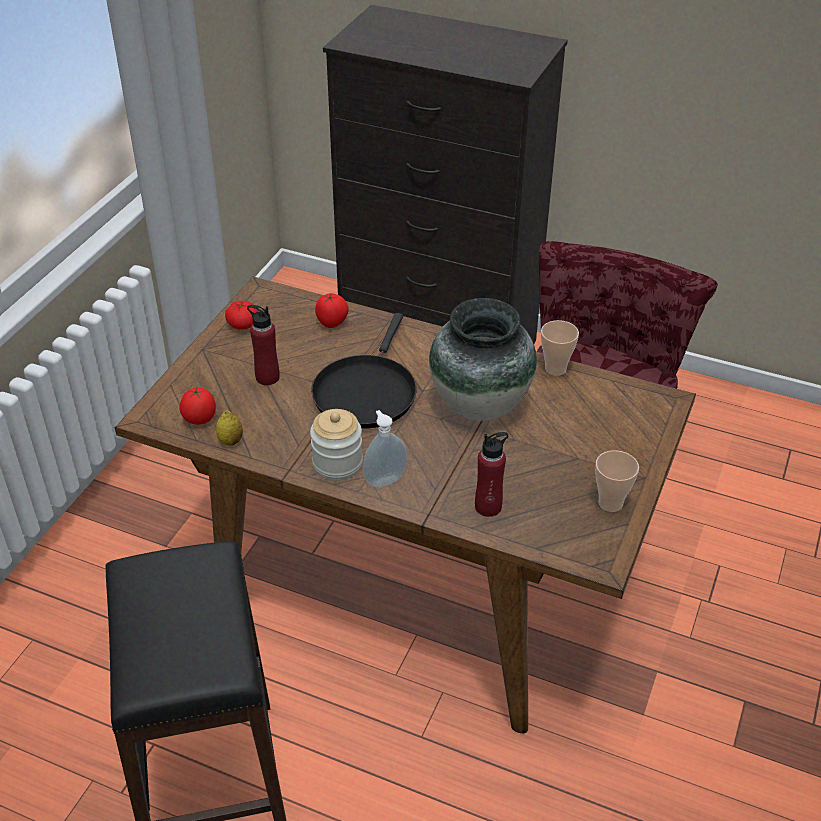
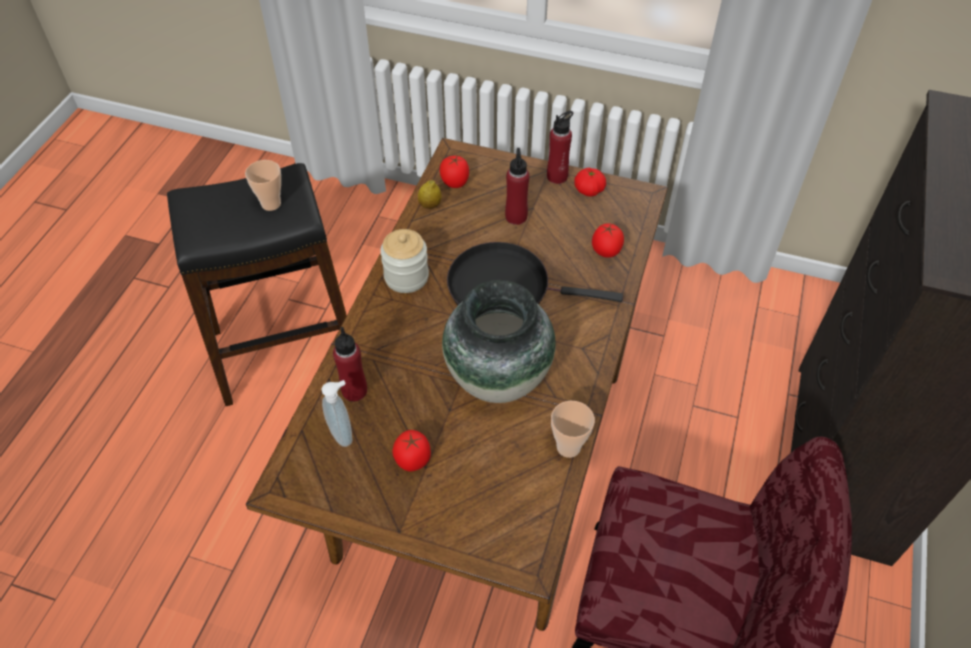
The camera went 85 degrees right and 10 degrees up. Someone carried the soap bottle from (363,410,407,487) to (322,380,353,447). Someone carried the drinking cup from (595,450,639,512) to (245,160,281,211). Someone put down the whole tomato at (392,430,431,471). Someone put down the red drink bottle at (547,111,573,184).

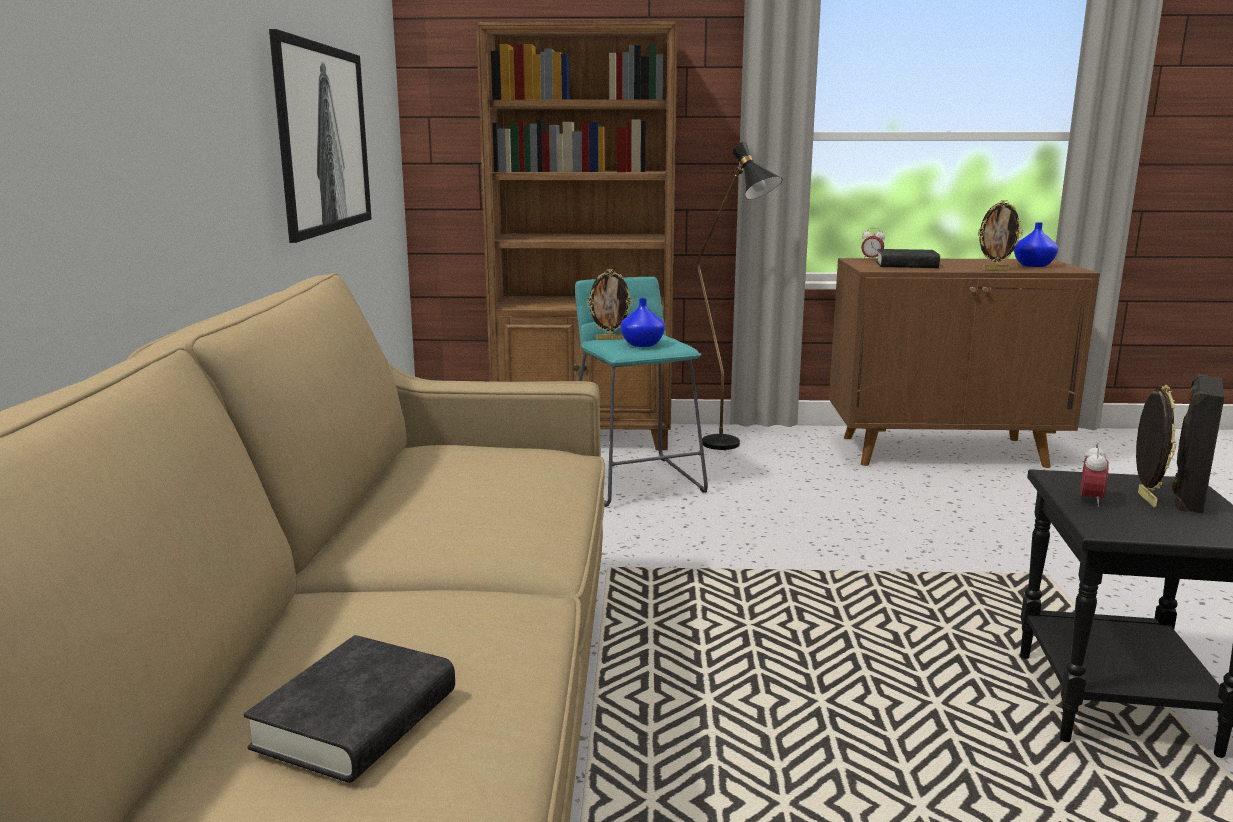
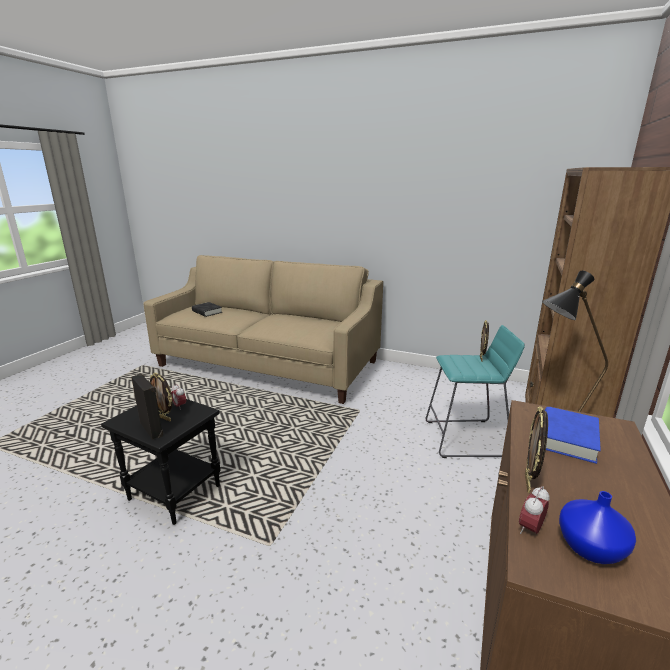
The camera went 110 degrees right and 5 degrees up. Someone took away the picture at (269,29,372,243). Someone took away the blue vase at (620,298,665,347). Someone carried the bedside clock from (861,228,885,260) to (519,487,550,534). Someone repainted the blackish book at (876,249,940,268), which became the blue book at (545,407,601,464).

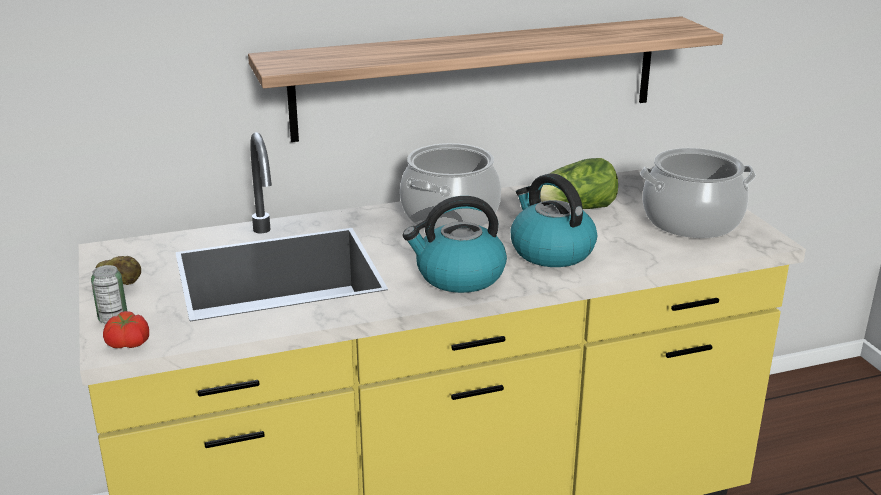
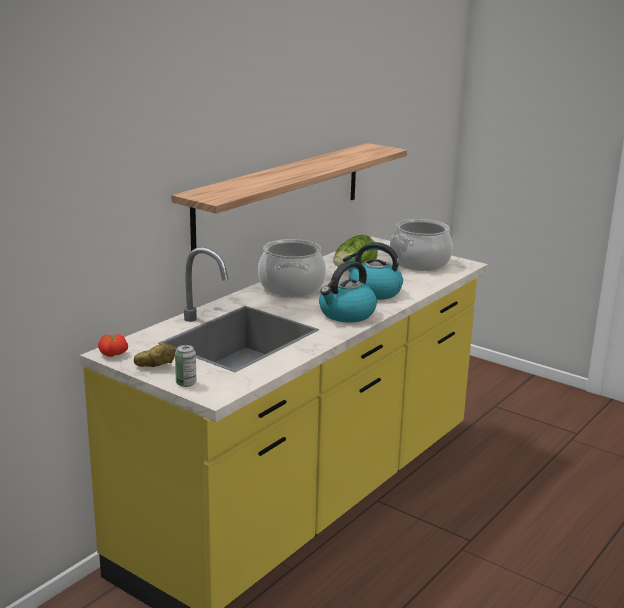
The camera went 35 degrees left and 5 degrees down. Someone carried the whole tomato from (103,311,149,348) to (98,334,128,357).

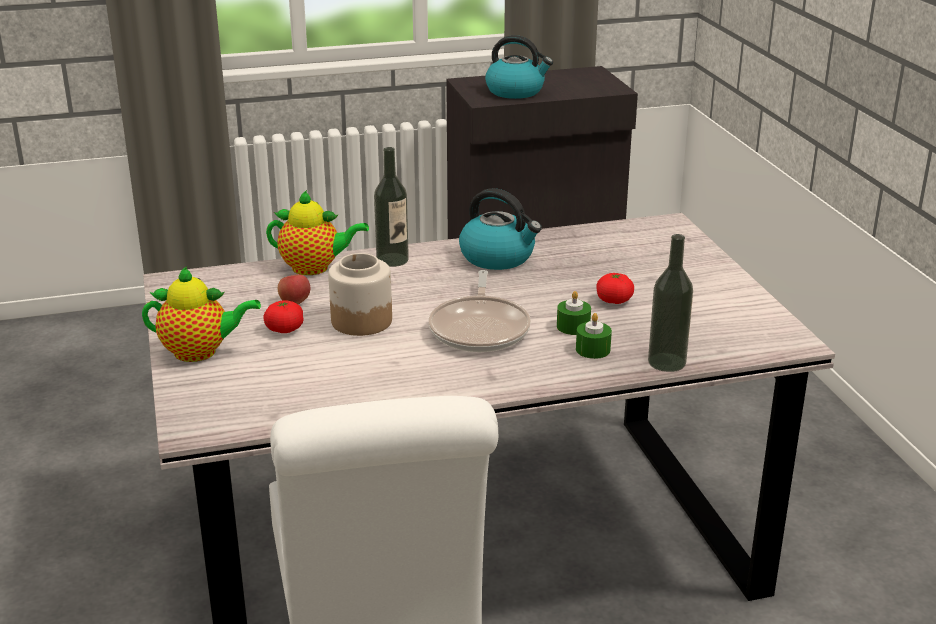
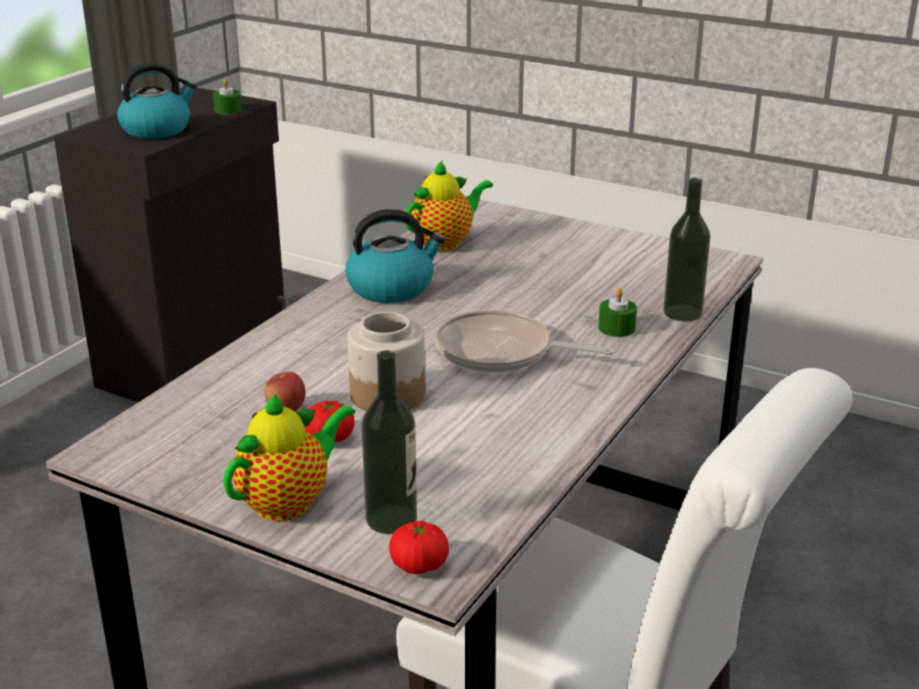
The camera went 45 degrees left and 0 degrees up. Someone carried the tea pot from (266,190,369,275) to (406,160,493,251). Someone carried the drink bottle from (374,147,409,267) to (362,350,417,534). Someone rotated the pan at (429,270,531,352) by 150 degrees clockwise. Someone carried the green wax candle from (557,291,591,335) to (213,79,241,114). Someone carried the whole tomato from (596,273,634,304) to (389,521,449,574).

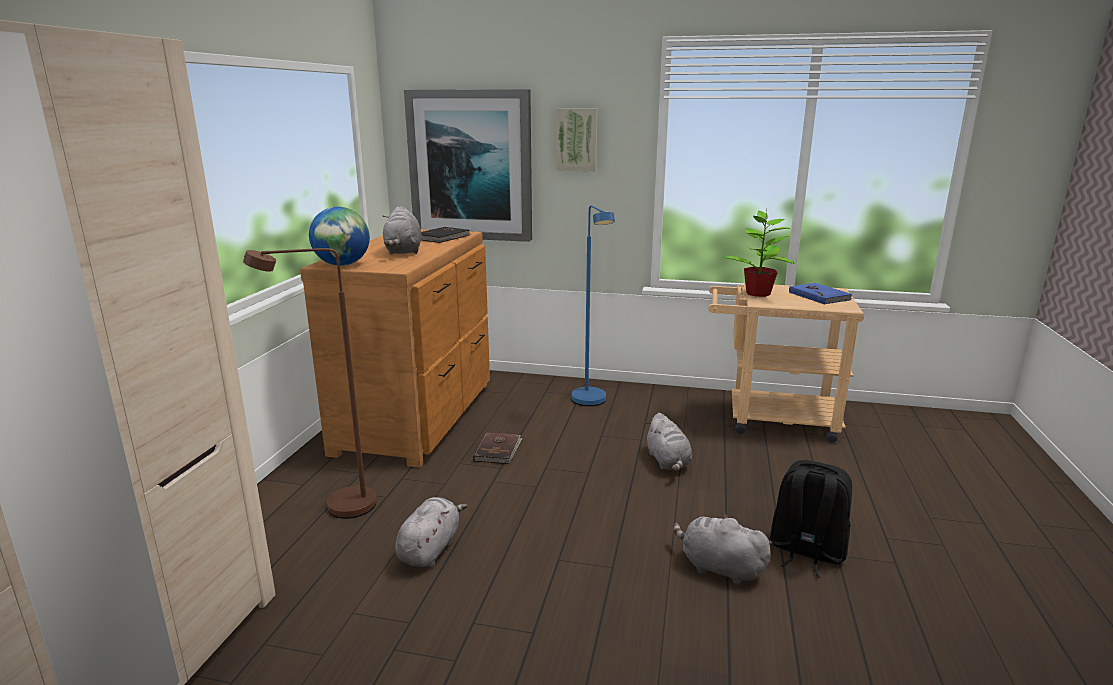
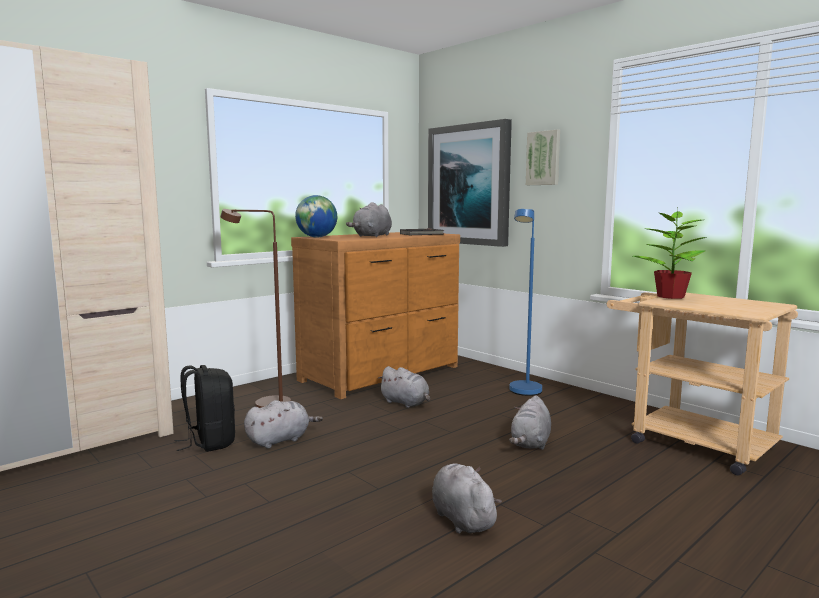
The camera went 35 degrees right and 10 degrees down. Someone swapped the brown book at (473,432,523,464) for the gray plush toy at (378,366,430,408). Someone carried the blackish rucksack from (770,460,852,578) to (175,365,235,452). Someone took away the blue book at (789,283,852,305).

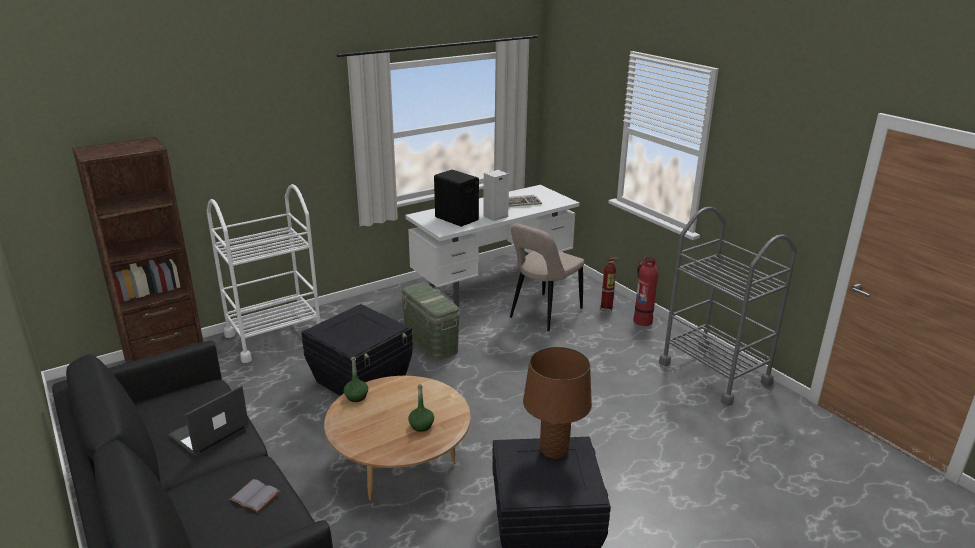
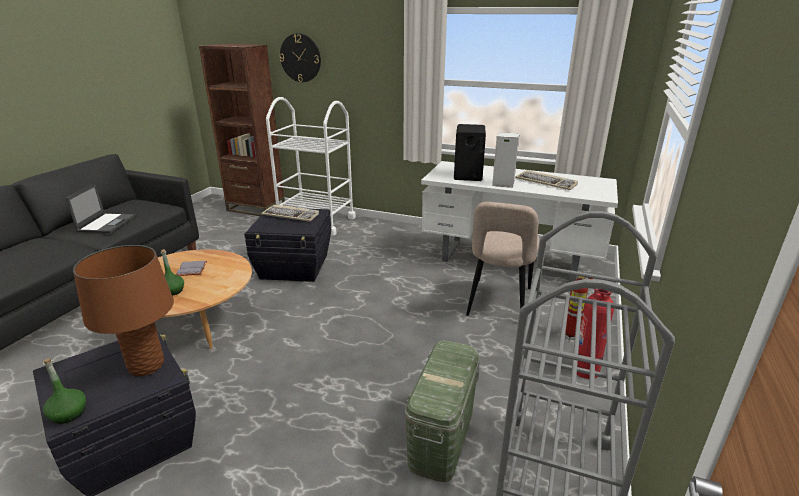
The camera went 55 degrees right and 0 degrees up. Someone rotated the notebook computer at (168,385,249,457) by 90 degrees clockwise. Someone carried the gray book from (229,479,280,513) to (176,261,207,276). Someone carried the green drink bottle from (344,357,368,402) to (43,358,86,424). Someone carried the green storage container from (401,283,460,360) to (405,340,480,482). Someone rotated the beige-coloured upright chair at (510,223,584,331) by 75 degrees counterclockwise. Someone put down the keyboard at (261,205,319,222). Someone put up the hanging clock at (279,33,321,82).

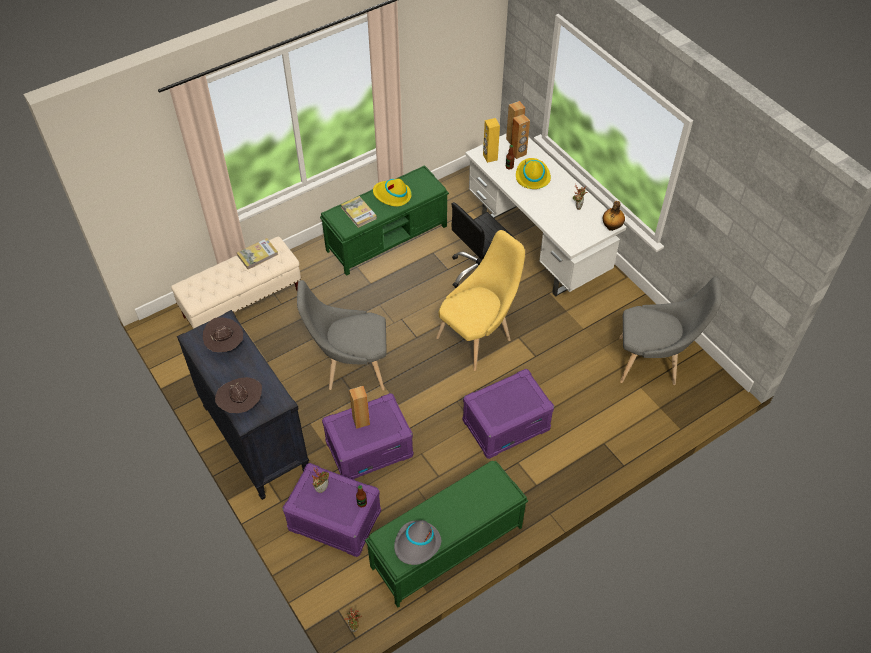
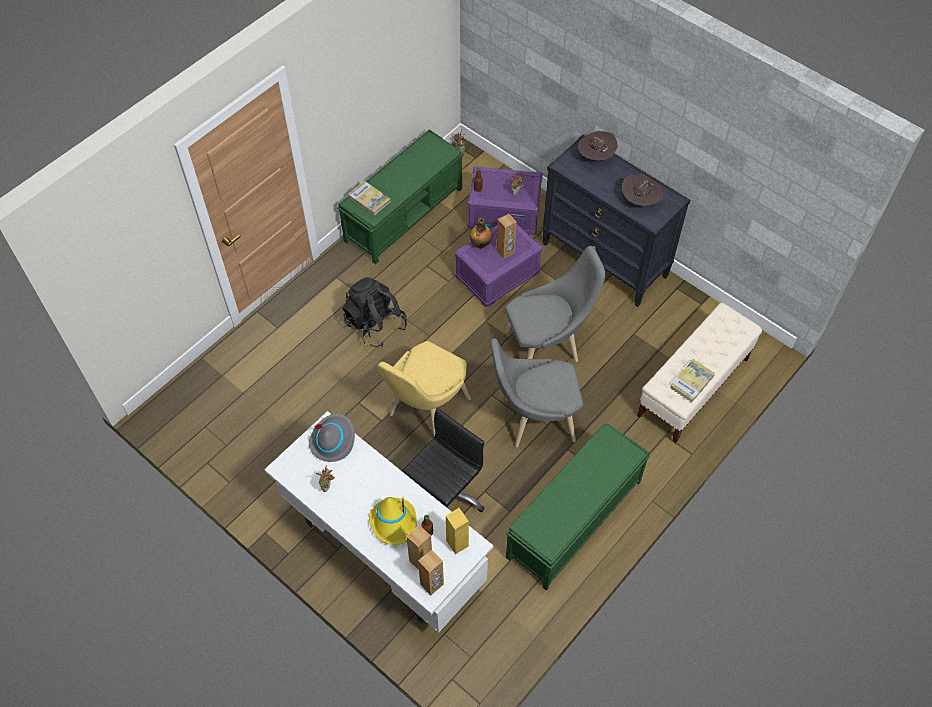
The camera went 165 degrees right and 5 degrees up. Someone carried the book from (341,196,377,228) to (348,181,391,216). Someone took away the yellow hat at (373,179,412,207). Someone carried the gray hat from (394,520,441,565) to (309,414,355,462). Someone swapped the purple-coloured storage container at (462,369,554,459) for the blackish rucksack at (343,277,407,347). Someone carried the drink bottle from (603,201,625,231) to (470,218,492,249). Someone carried the gray upright chair from (619,276,722,385) to (491,338,583,447).

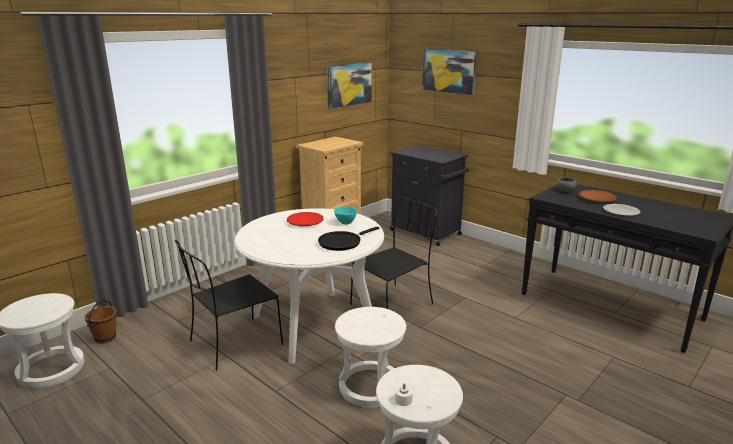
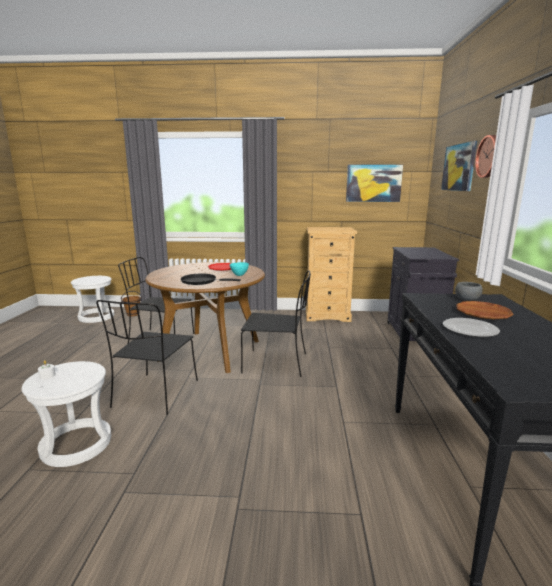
The camera went 50 degrees right and 5 degrees down. Someone repainted the white dinner table at (234,208,384,364), which became the brown dinner table at (145,262,265,373). Someone swapped the white sitting stool at (335,307,406,408) for the blackish upright chair at (96,300,198,415). Someone put up the hanging clock at (475,135,496,178).

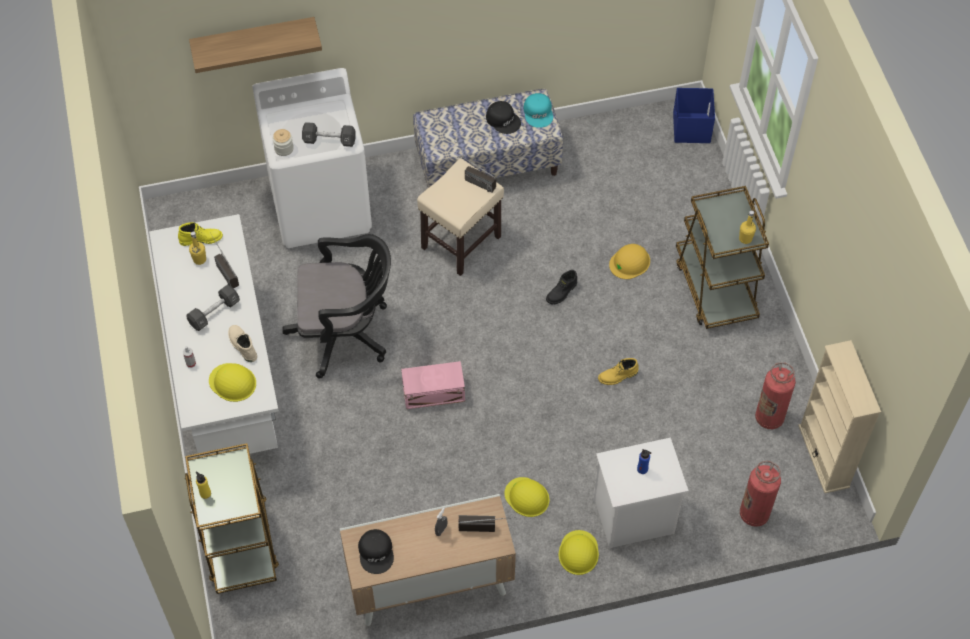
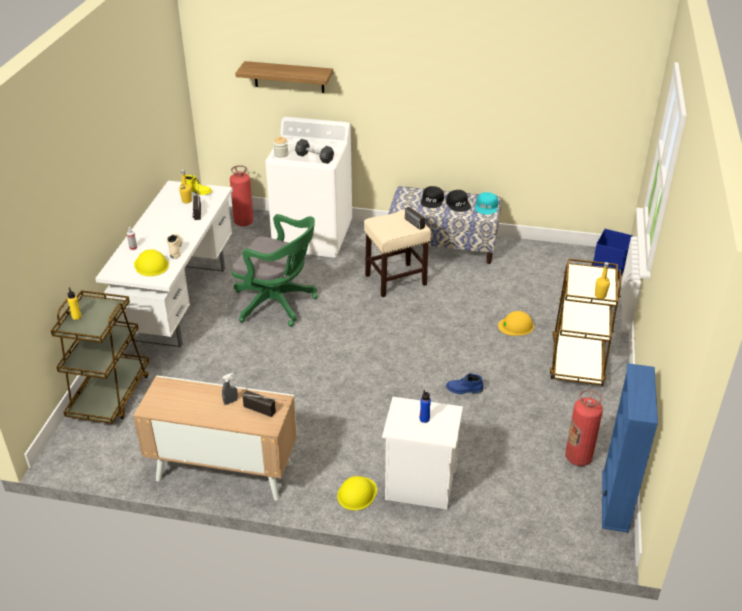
The camera went 25 degrees right and 20 degrees down. Someone took away the blackish free weight at (186,284,240,331). Someone repainted the blackish computer chair at (283,234,391,379), which became the green computer chair at (232,214,318,327). Someone carried the blackish peaked cap from (358,529,394,574) to (421,186,444,208). Someone took away the pink storage container at (401,361,465,409). Someone took away the yellow safety helmet at (505,477,549,517). Someone took away the blackish tall boot at (546,270,577,305). Someone repainted the yellow tall boot at (598,358,639,385), which became the blue tall boot at (446,373,483,394). Someone carried the extinguisher from (740,461,781,527) to (230,165,254,226). Someone repainted the beige-coloured shelving unit at (798,340,881,493), which became the blue shelving unit at (602,363,658,533).

